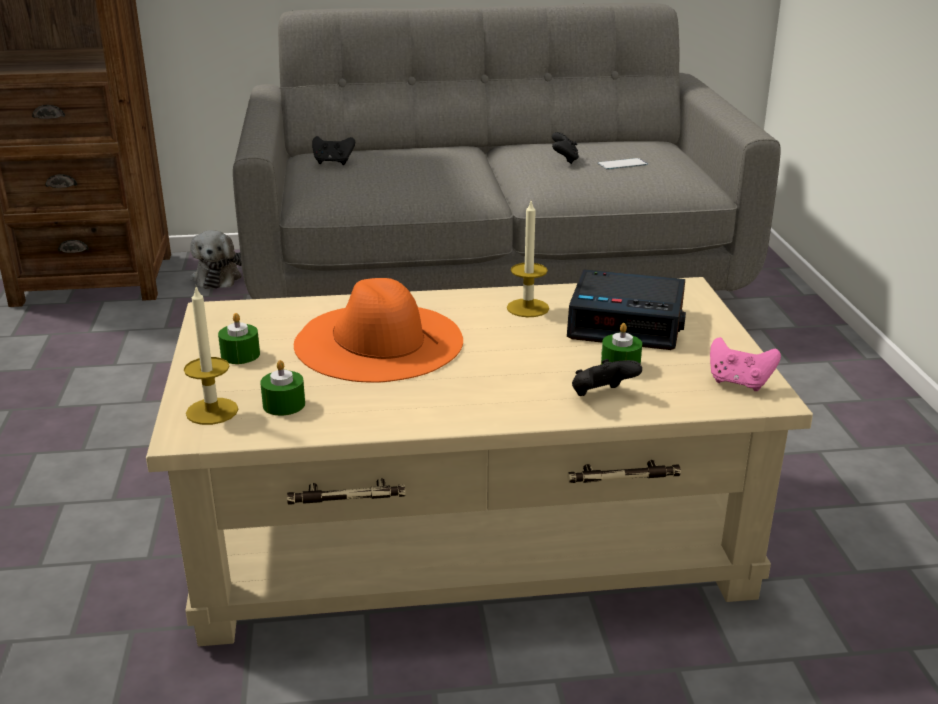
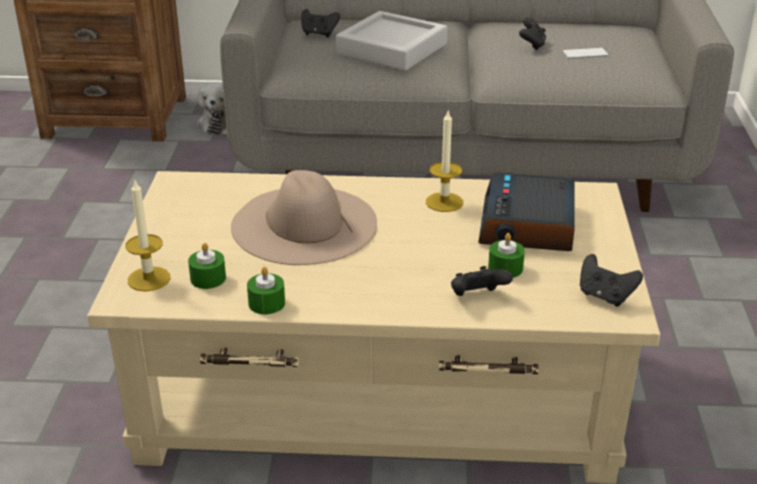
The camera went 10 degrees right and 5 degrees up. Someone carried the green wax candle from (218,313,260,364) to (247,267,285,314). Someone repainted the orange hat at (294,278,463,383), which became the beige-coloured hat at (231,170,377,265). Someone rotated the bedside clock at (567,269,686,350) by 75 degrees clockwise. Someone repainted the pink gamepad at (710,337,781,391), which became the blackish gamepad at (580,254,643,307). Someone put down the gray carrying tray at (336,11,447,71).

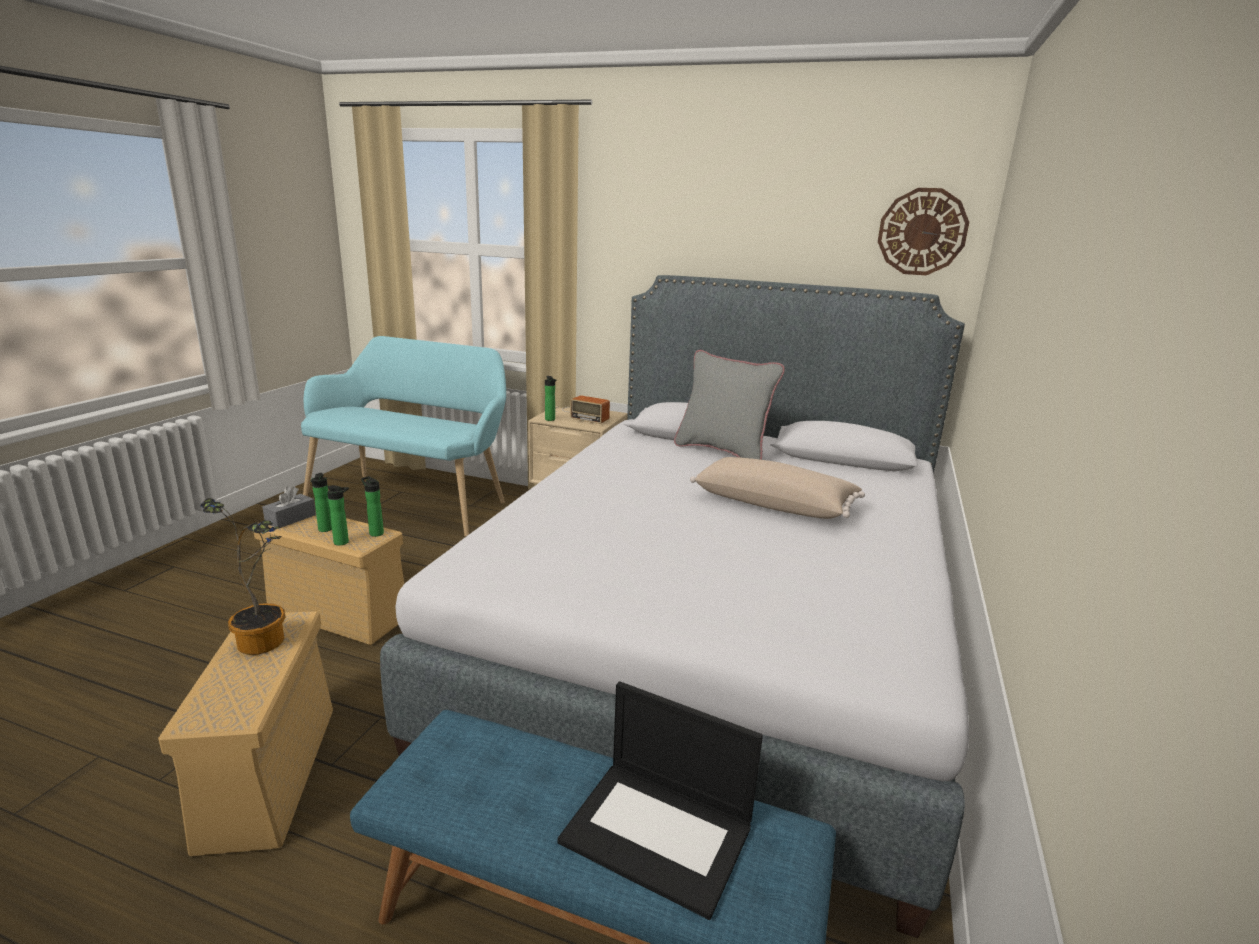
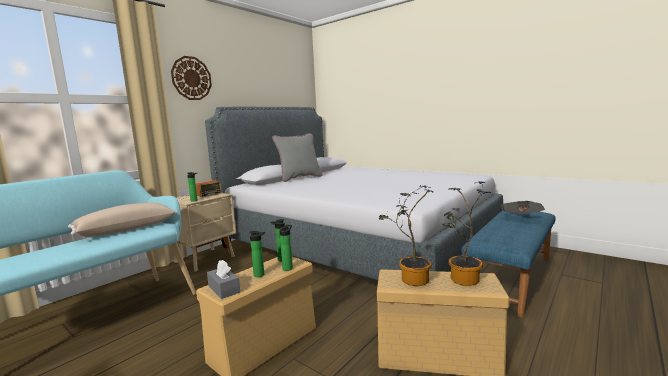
The camera went 70 degrees left and 10 degrees down. Someone swapped the notebook computer at (557,681,763,920) for the newspaper at (501,201,545,214). Someone carried the beige-coloured cushion from (690,457,865,519) to (68,203,178,237). Someone carried the hanging clock from (878,188,969,275) to (171,56,212,100). Someone put down the plant in a pot at (442,181,491,286).

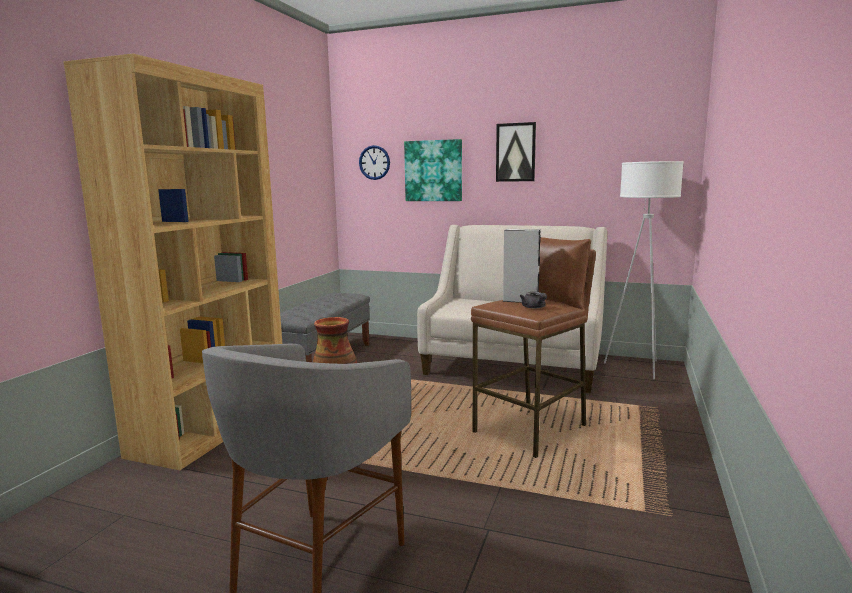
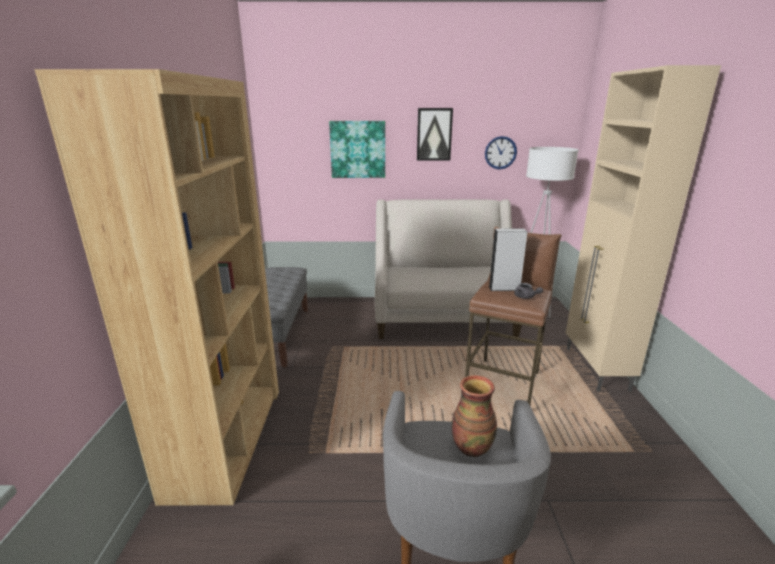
The camera went 20 degrees left and 10 degrees up. Someone carried the hanging clock from (359,145,390,180) to (485,136,517,169). Someone put down the beige-coloured cupboard at (566,65,721,391).

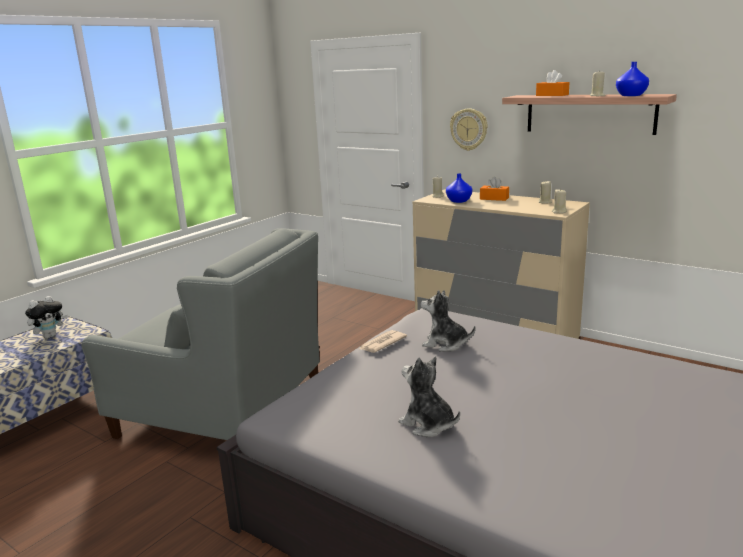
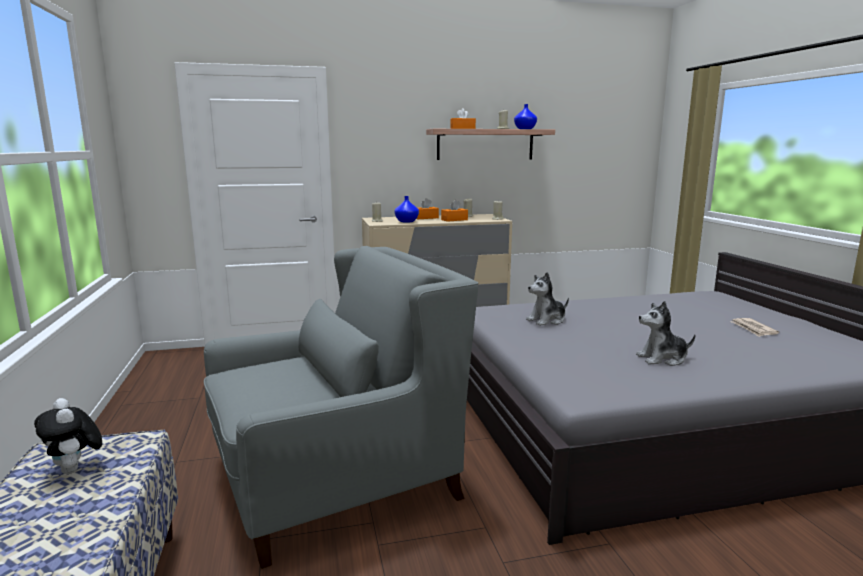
The camera went 50 degrees left and 5 degrees down. Someone rotated the plush toy at (25,296,68,339) by 150 degrees clockwise. Someone carried the newspaper from (359,330,407,353) to (730,318,779,337). Someone took away the hanging clock at (450,108,488,151). Someone put down the orange tissue box at (441,200,468,222).

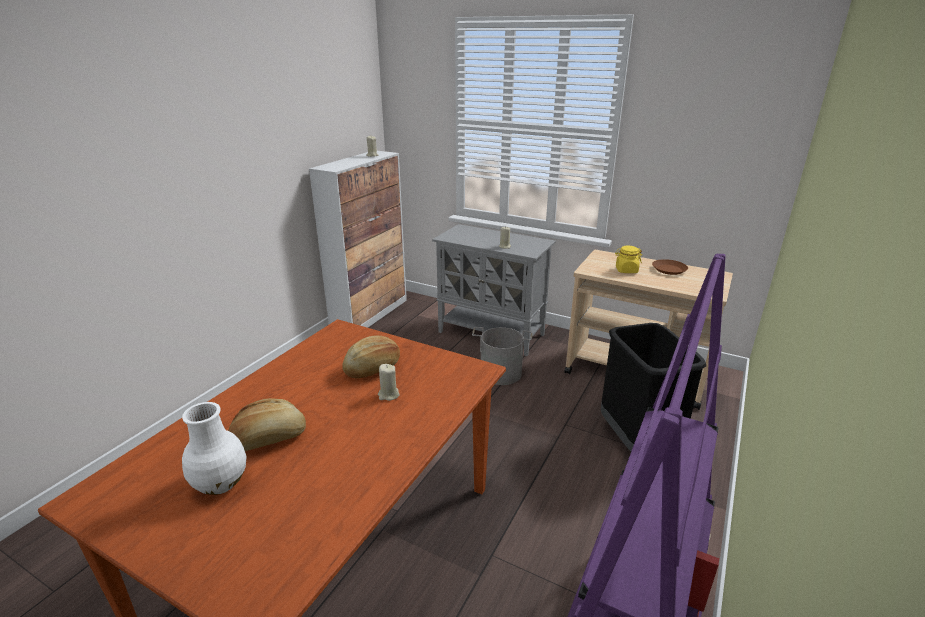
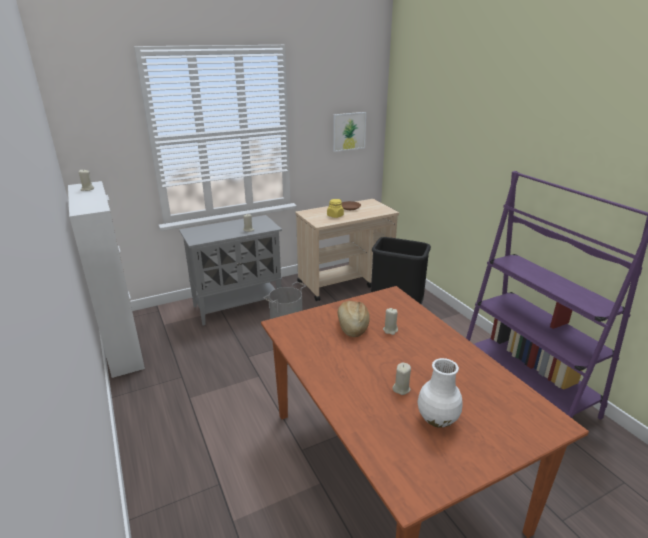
The camera went 55 degrees left and 0 degrees up. Someone swapped the baked bread at (228,398,306,451) for the beige-coloured wax candle at (392,362,411,395). Someone put up the picture at (333,112,366,152).

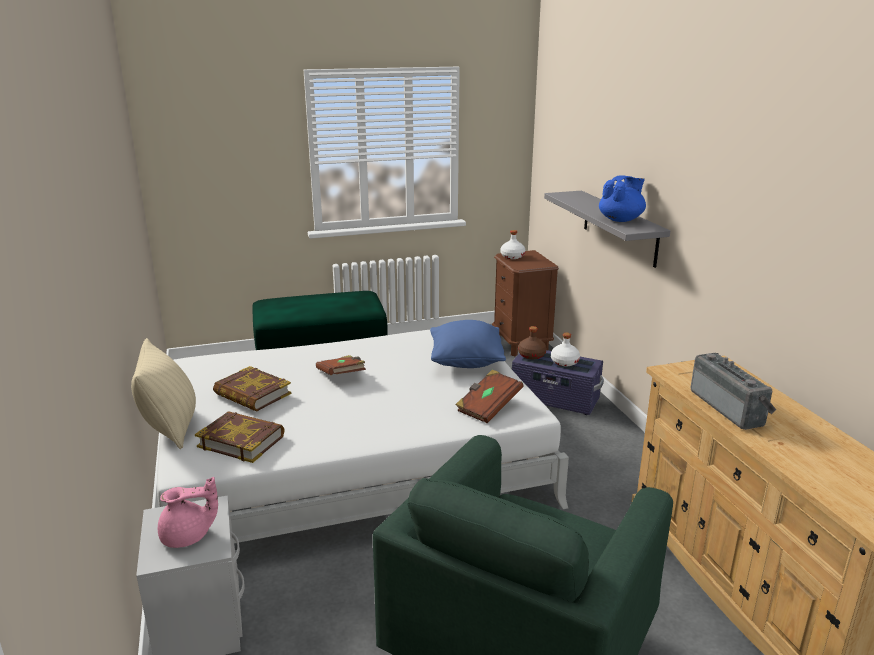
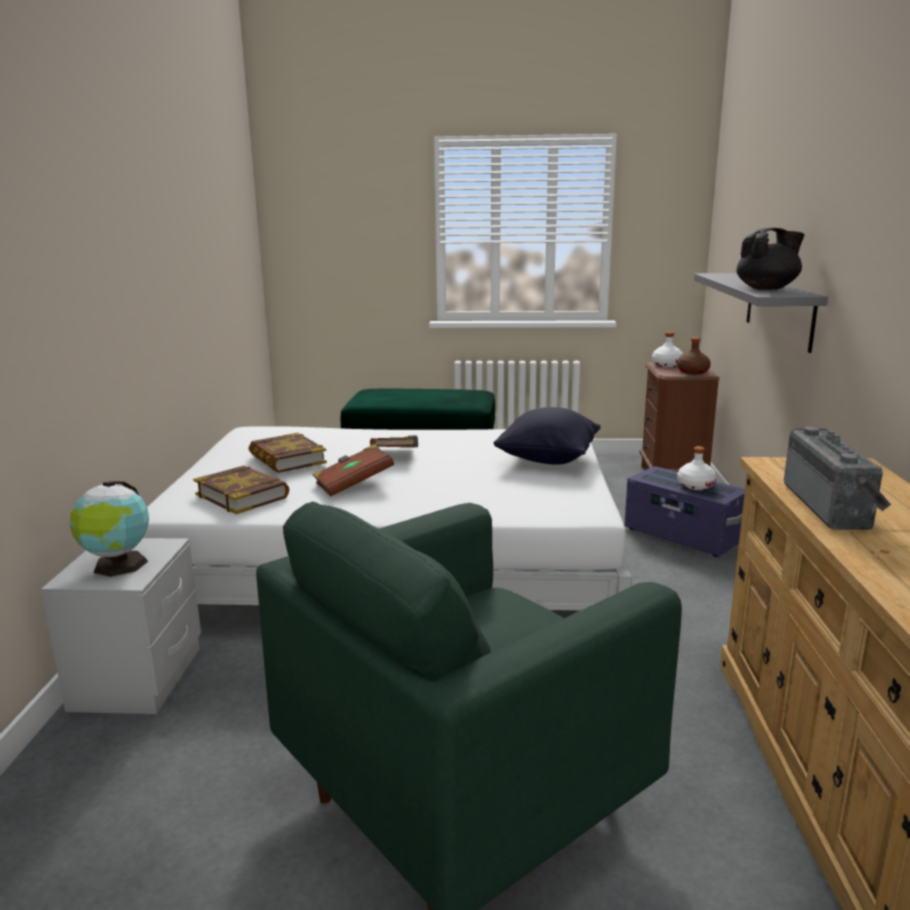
The camera went 20 degrees right and 5 degrees down. Someone took away the beige-coloured cushion at (131,338,196,449). Someone swapped the pink tea pot at (158,477,218,548) for the world globe at (69,481,149,577). Someone repainted the blue cushion at (430,320,506,368), which became the blackish cushion at (494,407,600,465). Someone carried the brown book from (455,369,523,423) to (312,444,394,496). Someone carried the brown drink bottle from (518,326,547,359) to (677,337,711,374). Someone repainted the blue tea pot at (599,175,646,222), which became the blackish tea pot at (736,228,805,290).

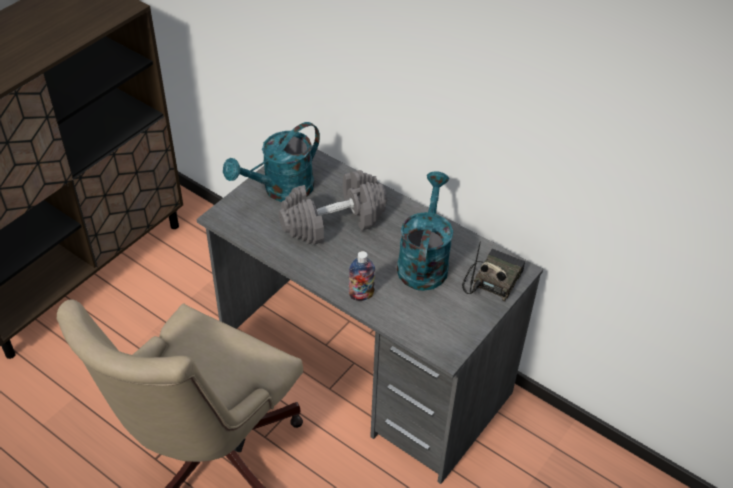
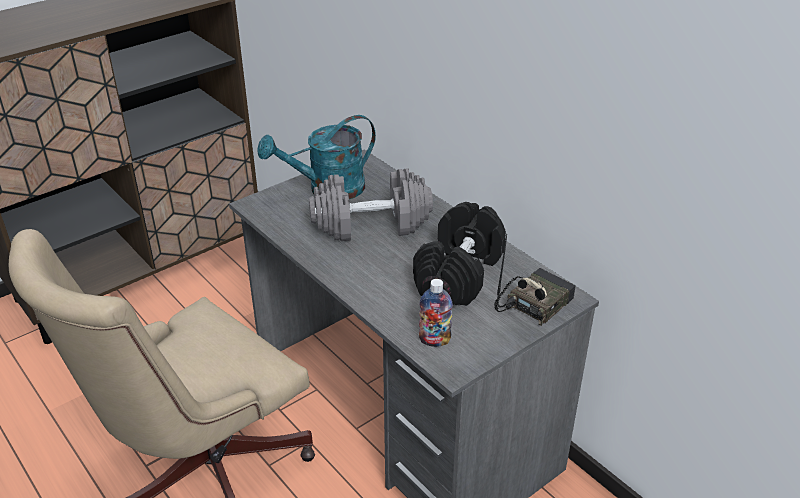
The camera went 15 degrees right and 10 degrees down. Someone carried the drink bottle from (349,251,375,301) to (419,279,453,347). Someone swapped the blue-green sprinkling can at (397,171,453,291) for the blackish free weight at (413,202,506,306).

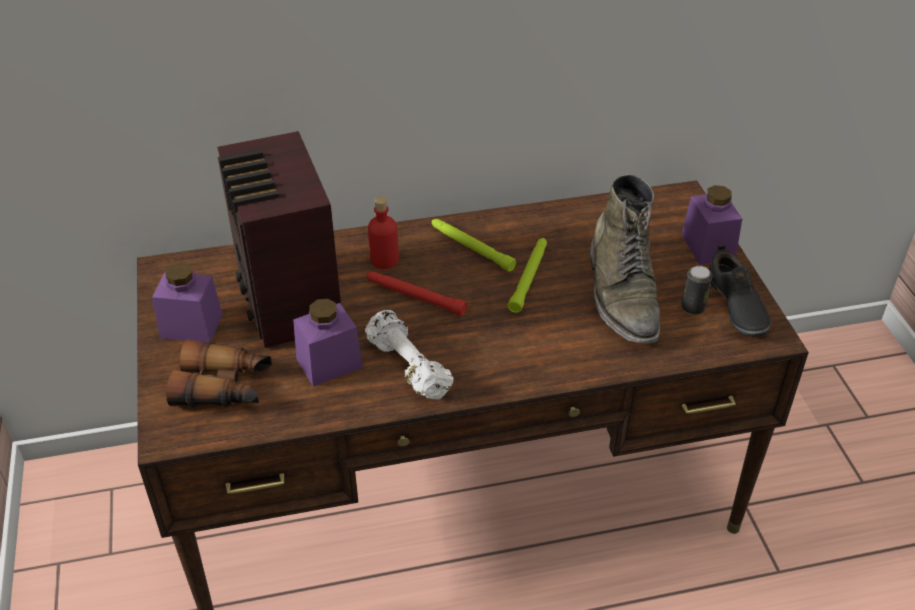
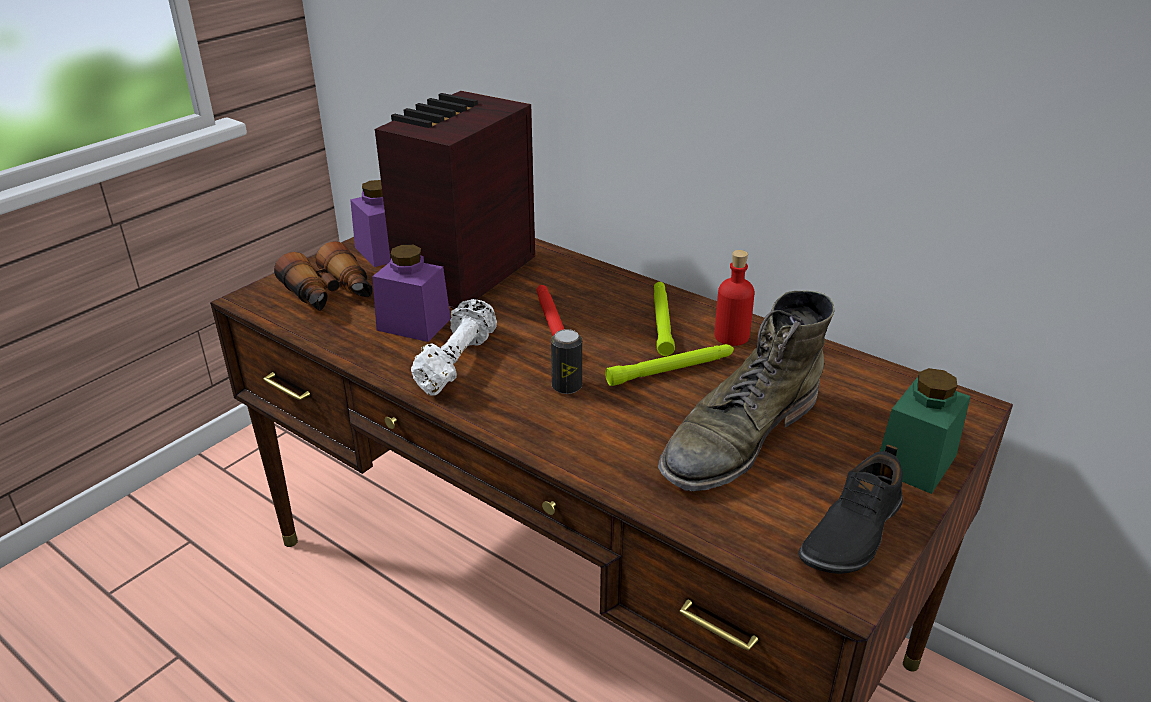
The camera went 50 degrees right and 10 degrees down. Someone carried the red drink bottle from (368,196,399,269) to (714,250,755,346). Someone carried the can from (681,266,712,315) to (551,329,582,394). Someone repainted the purple-coloured storage jar at (682,185,742,265), which became the green storage jar at (880,368,971,494).

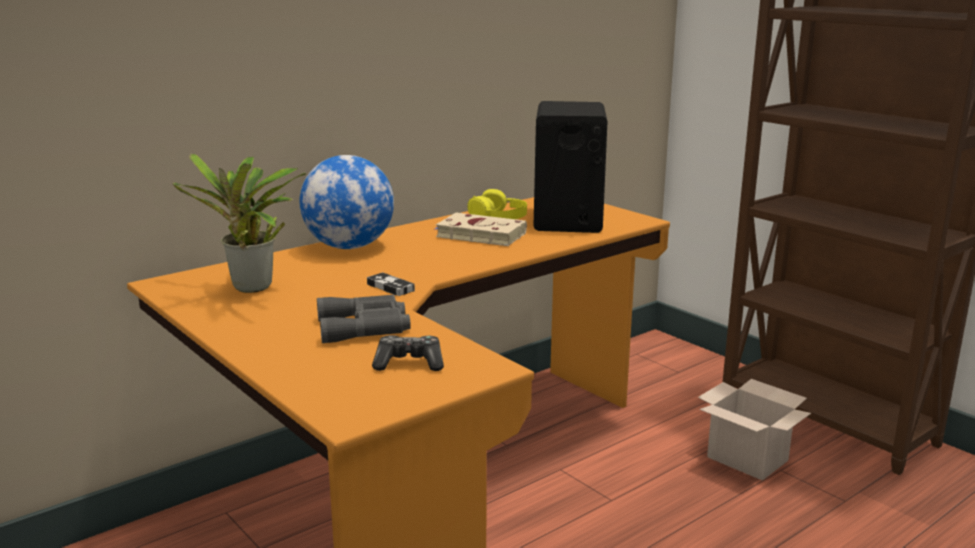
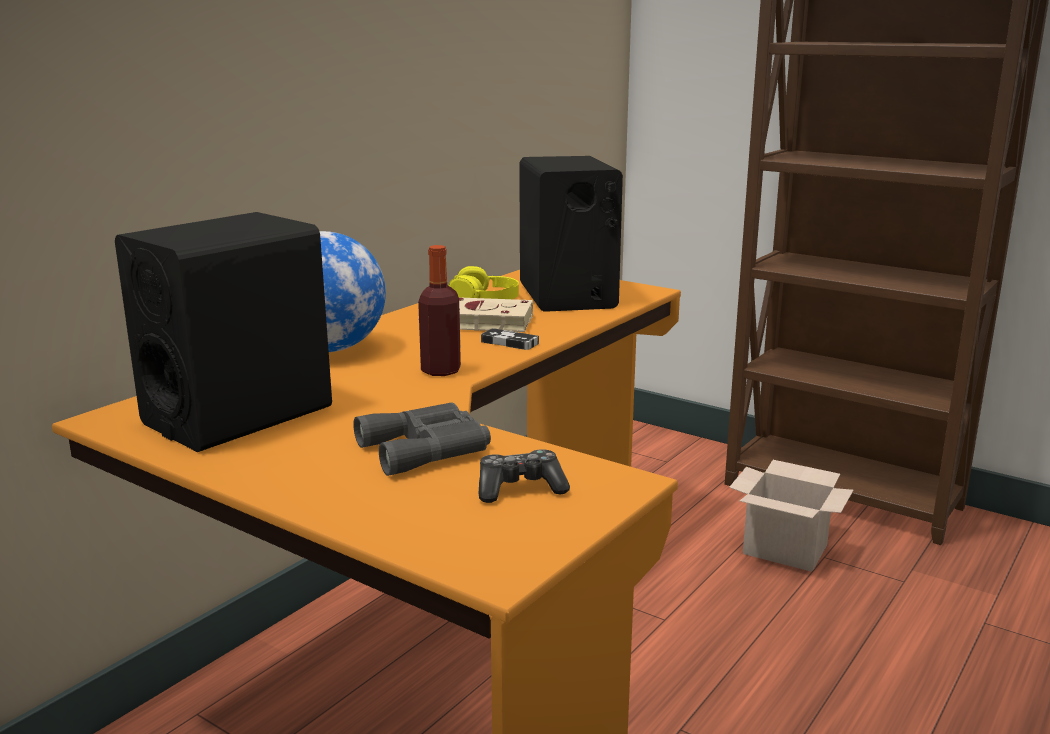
The camera went 15 degrees left and 0 degrees up. Someone swapped the plant in a pot at (172,154,306,293) for the blackish audio speaker at (115,212,332,452). Someone carried the gamepad from (367,273,415,296) to (481,328,539,350). Someone put down the drink bottle at (418,245,461,376).

